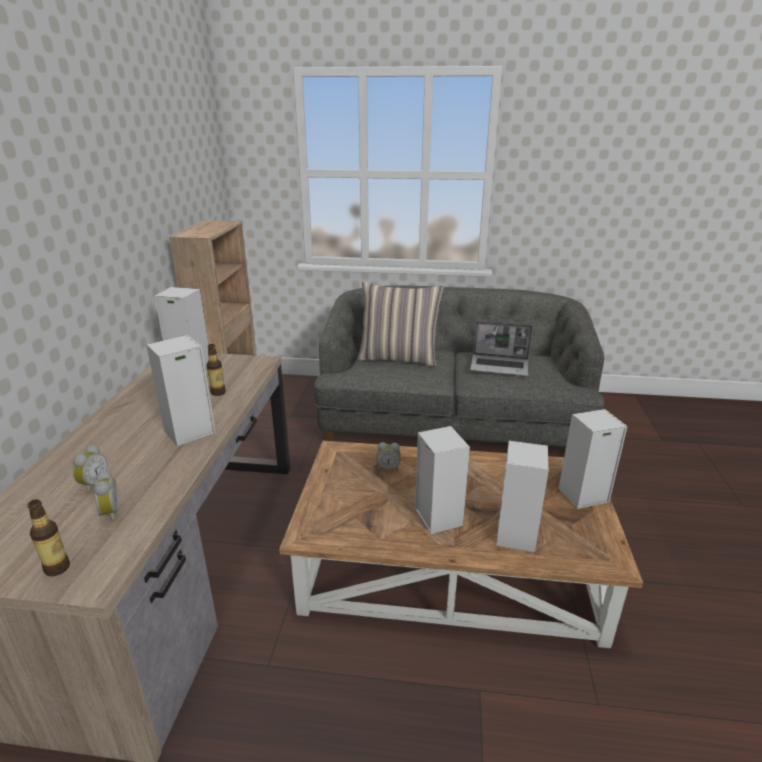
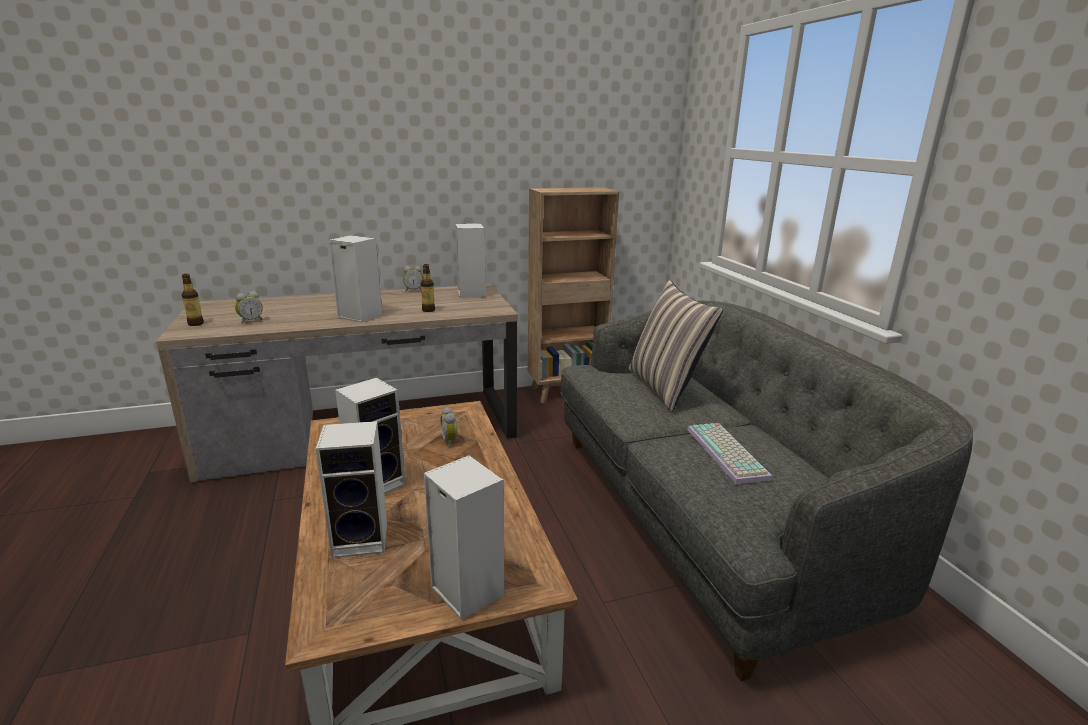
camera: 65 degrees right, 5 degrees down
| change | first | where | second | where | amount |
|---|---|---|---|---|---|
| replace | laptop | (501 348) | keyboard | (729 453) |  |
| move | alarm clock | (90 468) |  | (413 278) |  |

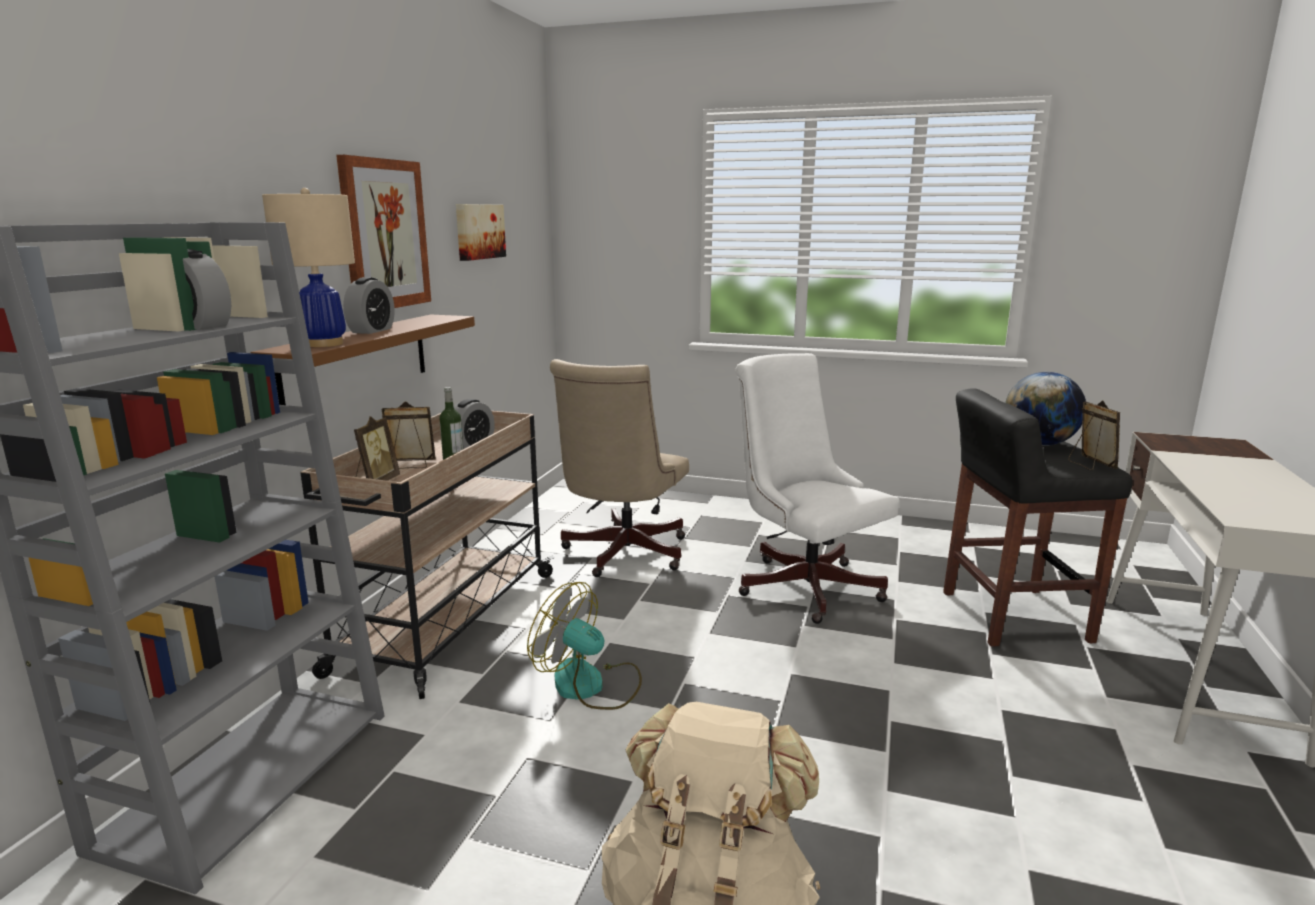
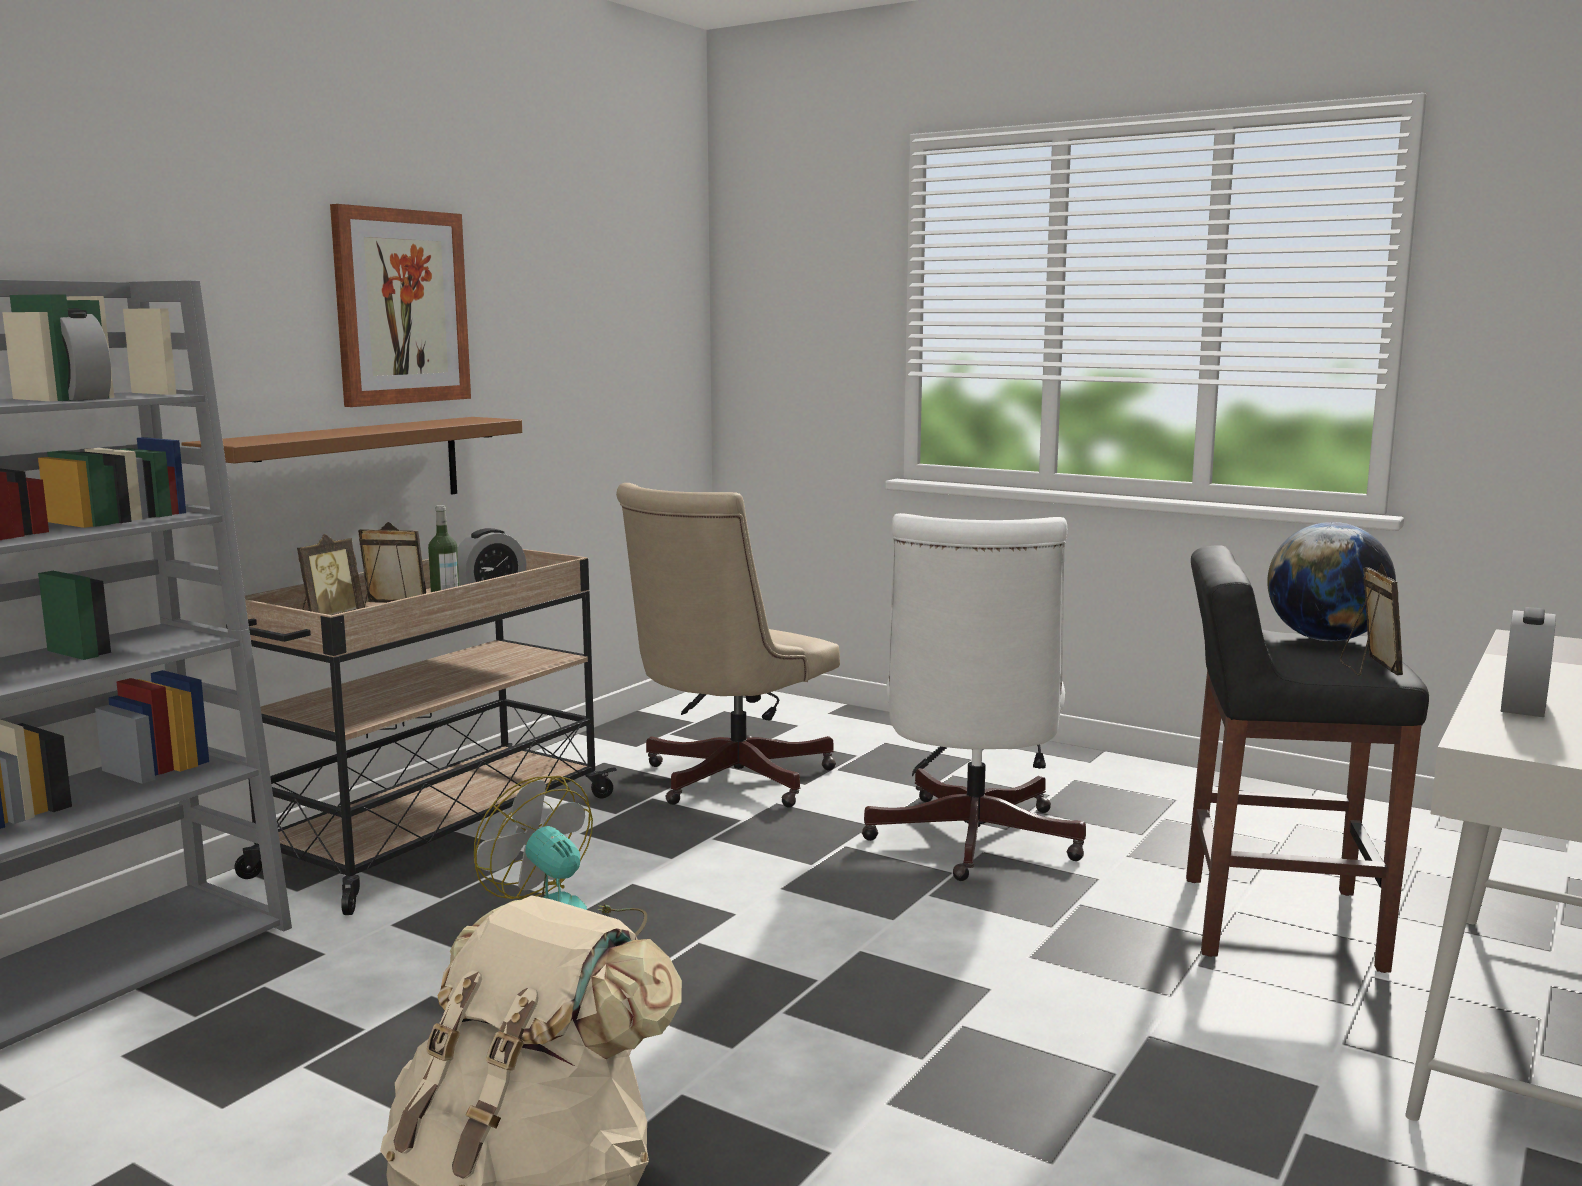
camera: 15 degrees right, 5 degrees down
| change | first | where | second | where | amount |
|---|---|---|---|---|---|
| delete | beige-coloured lamp for a table | (308 267) |  |  |  |
| delete | wall art | (481 232) |  |  |  |
| move | alarm clock | (369 305) |  | (1528 662) |  |
| rotate | whitish desk chair | (817 488) |  | (974 697) | 150 degrees counterclockwise |

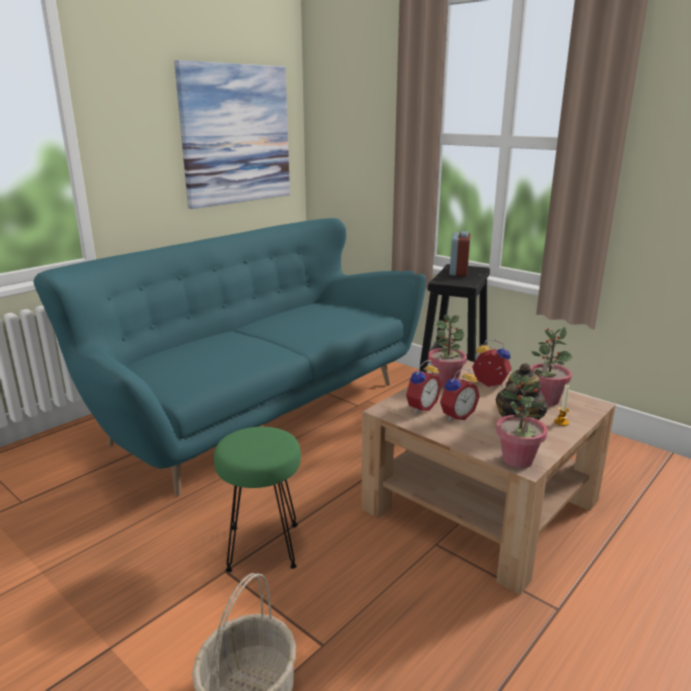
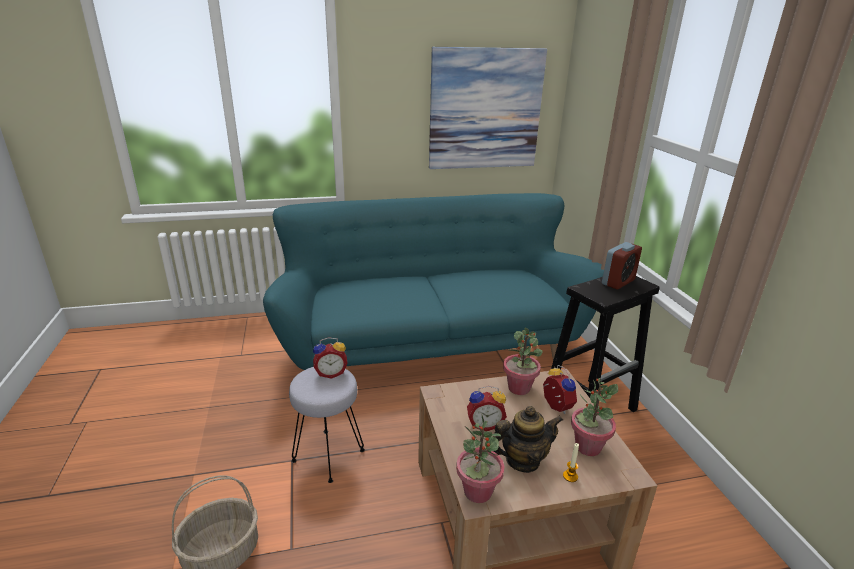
camera: 35 degrees right, 5 degrees up
| change | first | where | second | where | amount |
|---|---|---|---|---|---|
| move | alarm clock | (423 386) |  | (330 358) |  |
| recolor | green stool | (257 499) | grey stool | (327 425) |  |

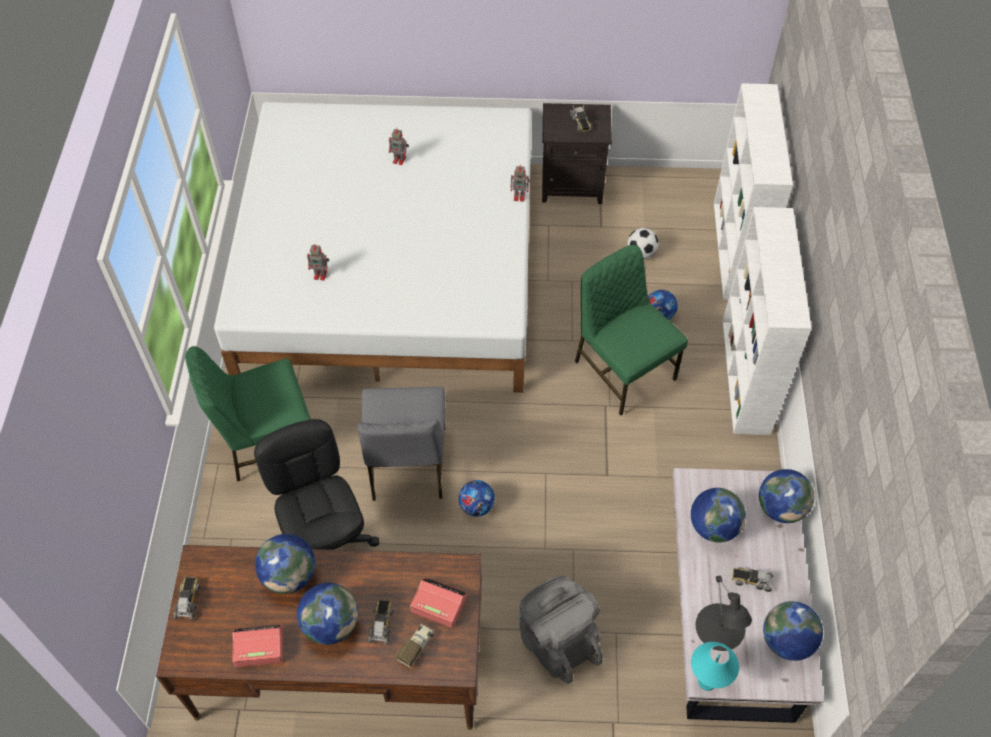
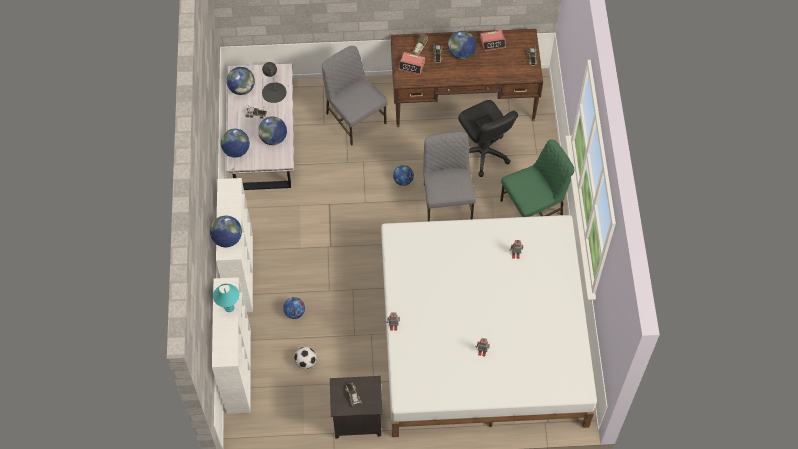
camera: 175 degrees right, 5 degrees up
| change | first | where | second | where | amount |
|---|---|---|---|---|---|
| delete | green chair | (631 330) |  |  |  |
| move | desk globe | (285 564) |  | (226 231) |  |
| replace | grey knapsack | (561 630) | grey chair | (355 96) |  |
| move | blue-green lamp for a table | (715 666) |  | (226 298) |  |

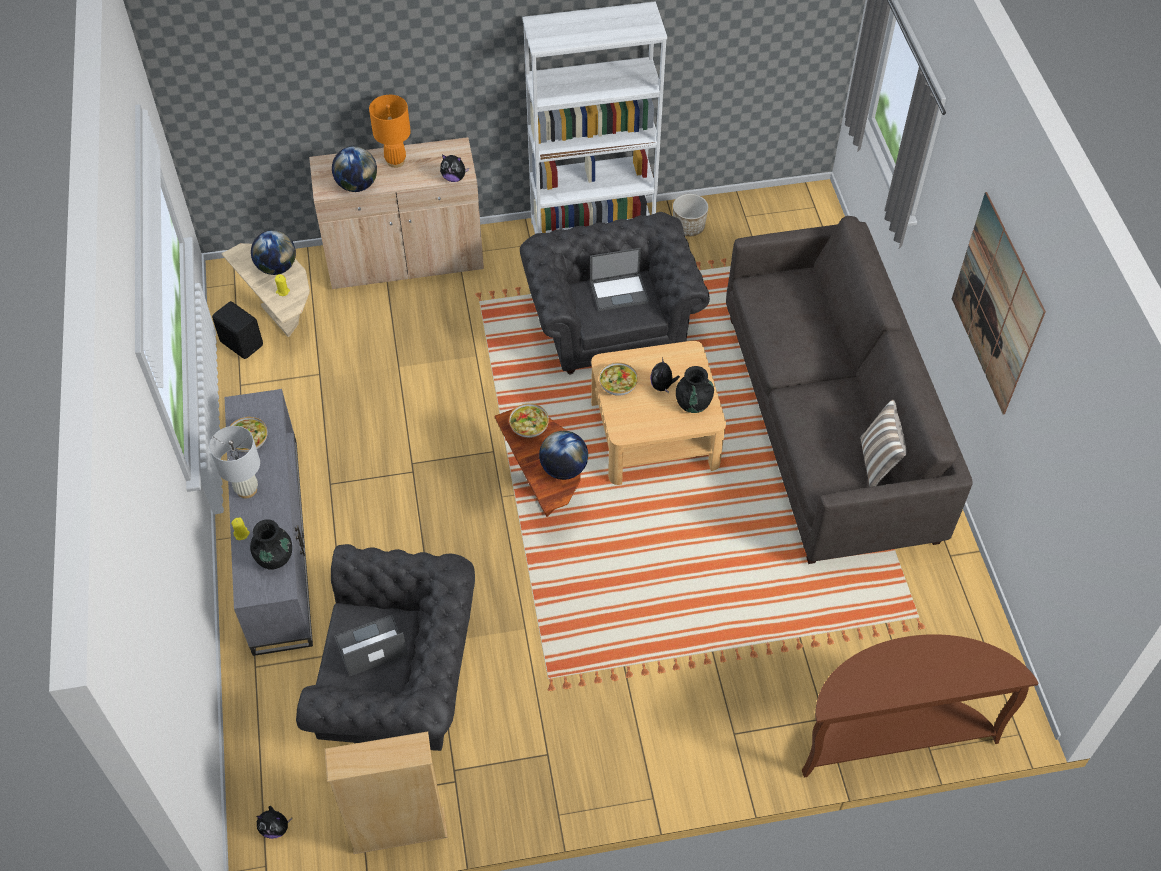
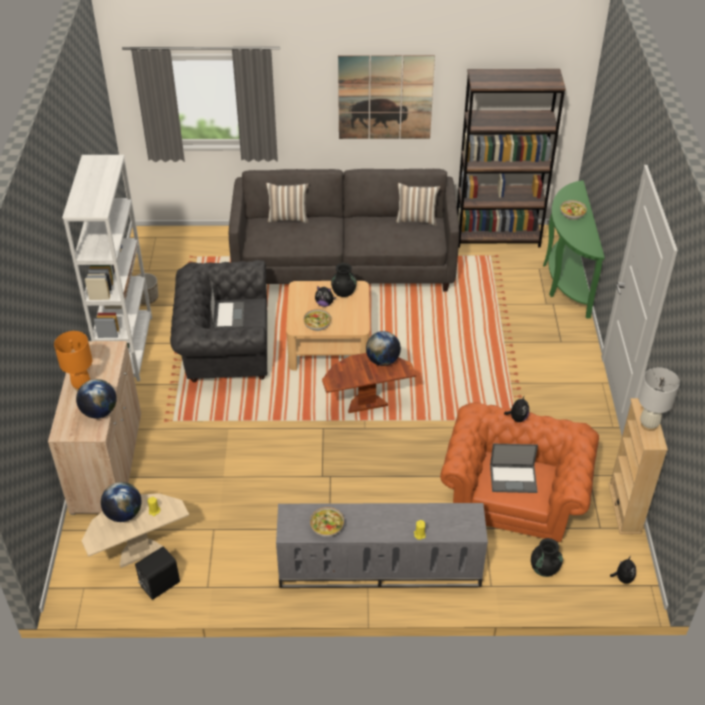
camera: 80 degrees left, 10 degrees down
| change | first | where | second | where | amount |
|---|---|---|---|---|---|
| move | soft toy | (454 168) |  | (516 408) |  |
| move | bowl | (529 420) |  | (573 210) |  |
| move | whitish lamp for a table | (234 462) |  | (659 399) |  |
| move | black-coloured decorative vase | (271 544) |  | (547 557) |  |
| recolor | grey lounge chair | (385 647) | orange-coloured lounge chair | (519 472) |  |
| rotate | laptop | (371 646) |  | (514 468) | 75 degrees counterclockwise |
| recolor | brown-coloured narrow table | (920 706) | green narrow table | (574 249) |  |
| insert |  |  | brown-coloured bookcase | (511 158) |  |
| insert |  |  | pillow | (287 203) |  |

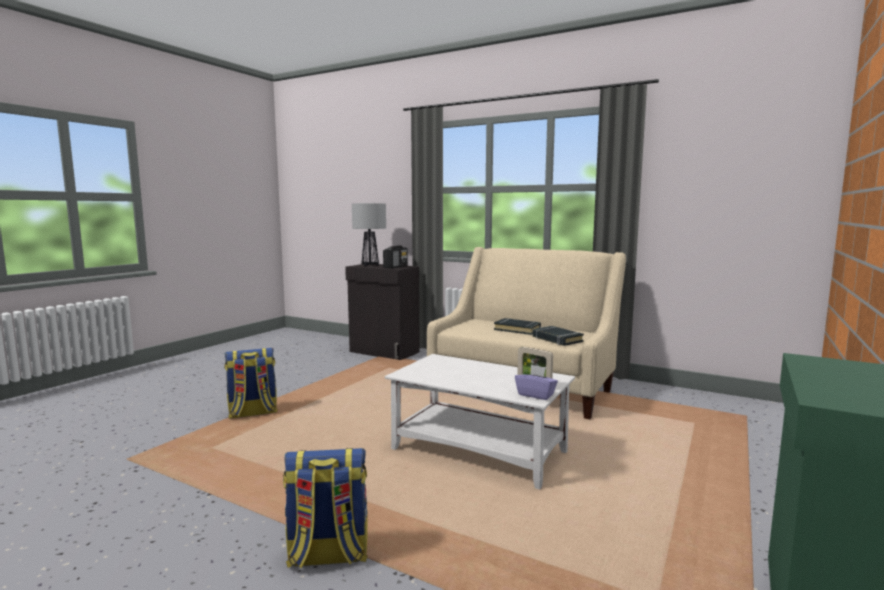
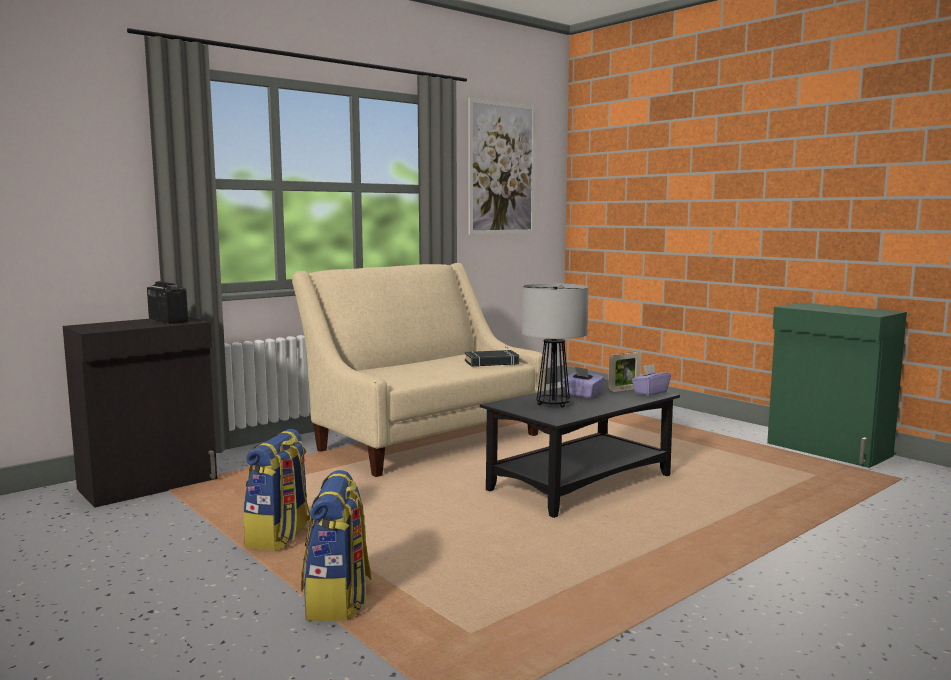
camera: 70 degrees left, 0 degrees up
| change | first | where | second | where | amount |
|---|---|---|---|---|---|
| move | lamp for a table | (369 235) |  | (555 345) |  |
| delete | black-coloured bound book | (517 326) |  |  |  |
| recolor | whitish coffee table | (480 422) | black-coloured coffee table | (580 448) |  |
| move | knapsack | (325 508) |  | (278 490) |  |
| insert |  |  | wall art | (501 166) |  |
| insert |  |  | purple tissue holder | (583 382) |  |

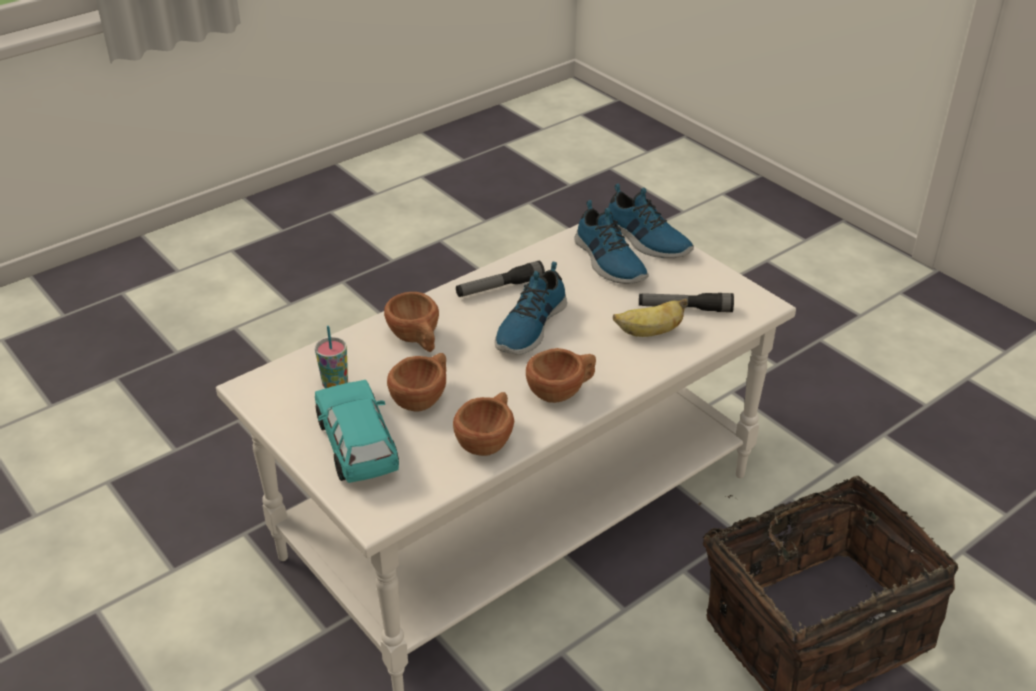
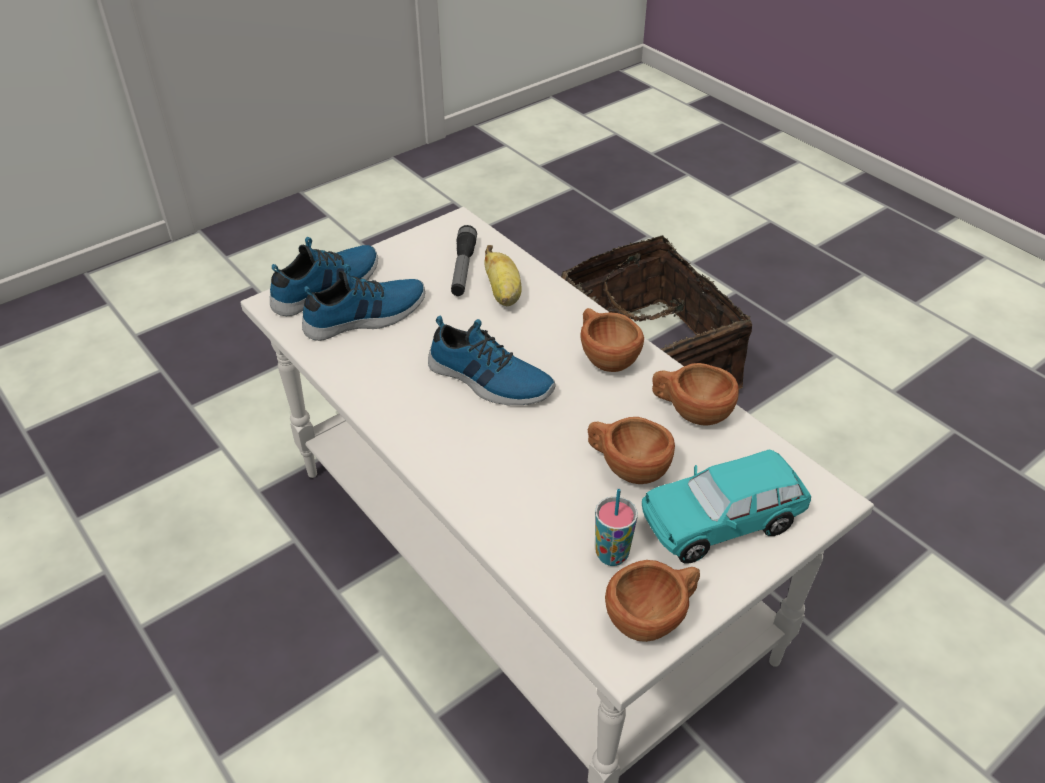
camera: 90 degrees left, 5 degrees up
| change | first | where | second | where | amount |
|---|---|---|---|---|---|
| delete | hand torch | (500 279) |  |  |  |
| move | brown-coloured cup | (411 322) |  | (652 601) |  |

